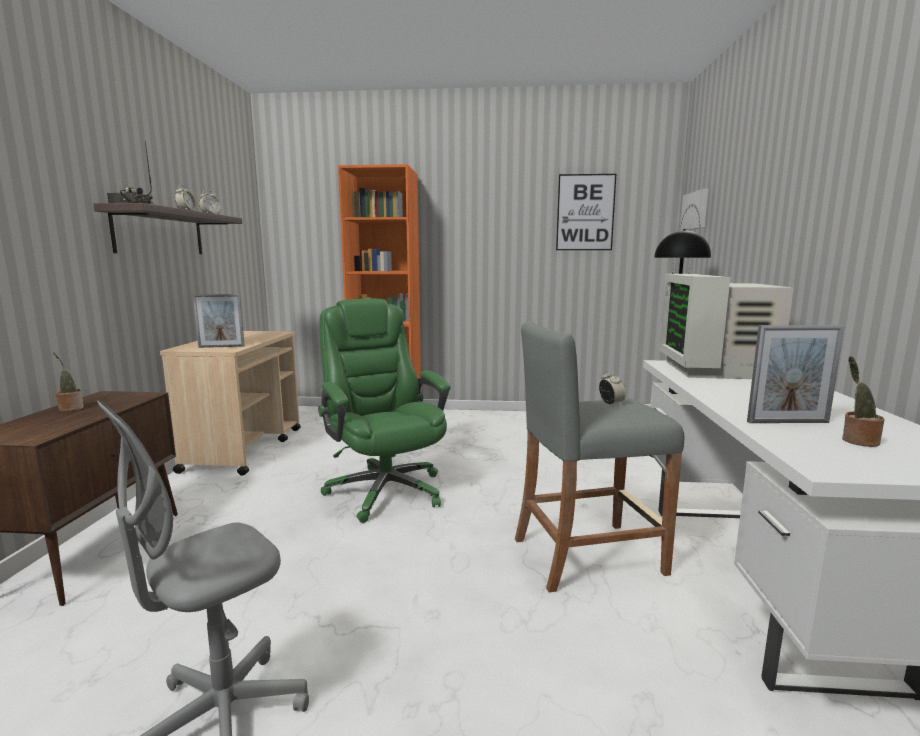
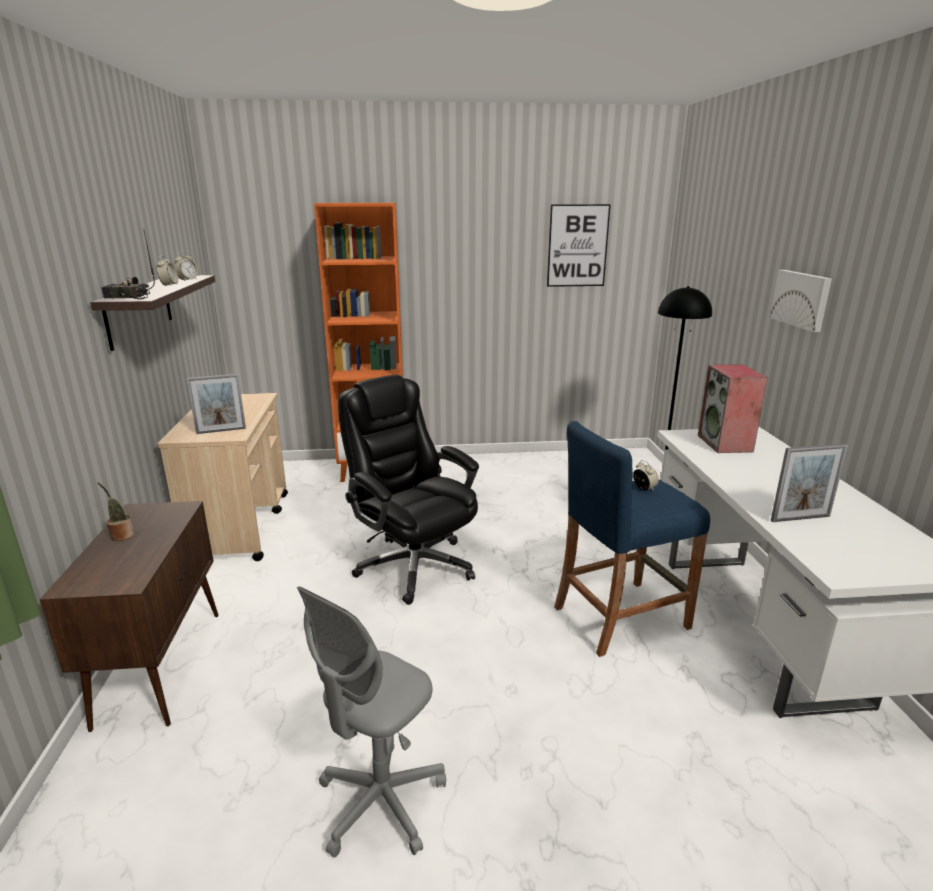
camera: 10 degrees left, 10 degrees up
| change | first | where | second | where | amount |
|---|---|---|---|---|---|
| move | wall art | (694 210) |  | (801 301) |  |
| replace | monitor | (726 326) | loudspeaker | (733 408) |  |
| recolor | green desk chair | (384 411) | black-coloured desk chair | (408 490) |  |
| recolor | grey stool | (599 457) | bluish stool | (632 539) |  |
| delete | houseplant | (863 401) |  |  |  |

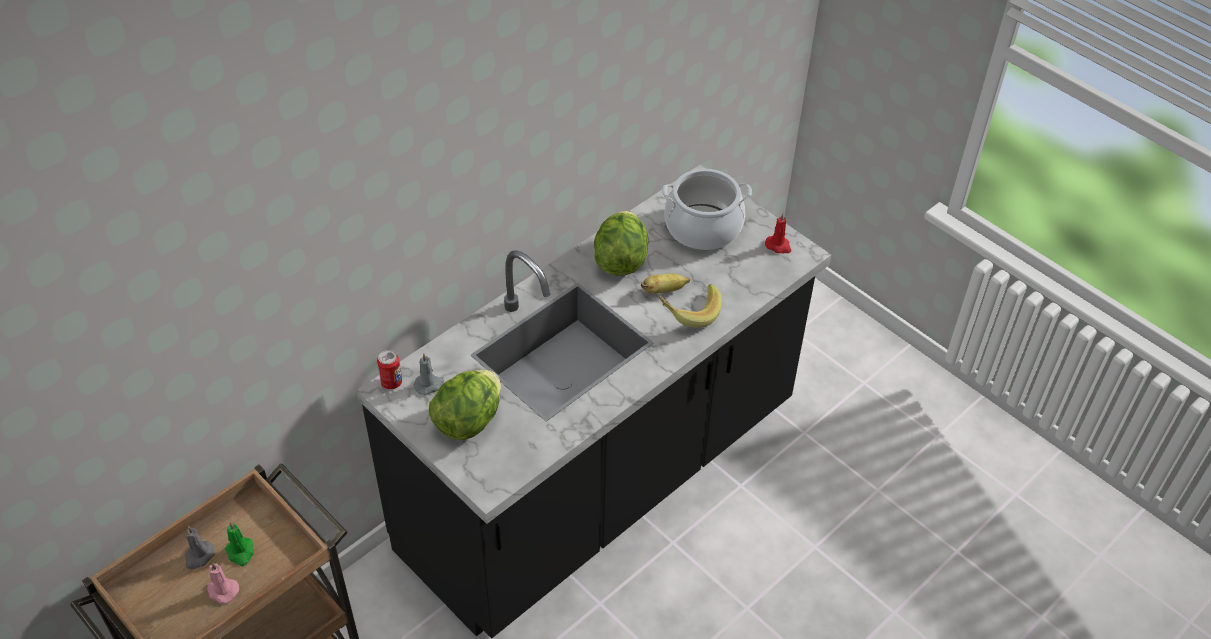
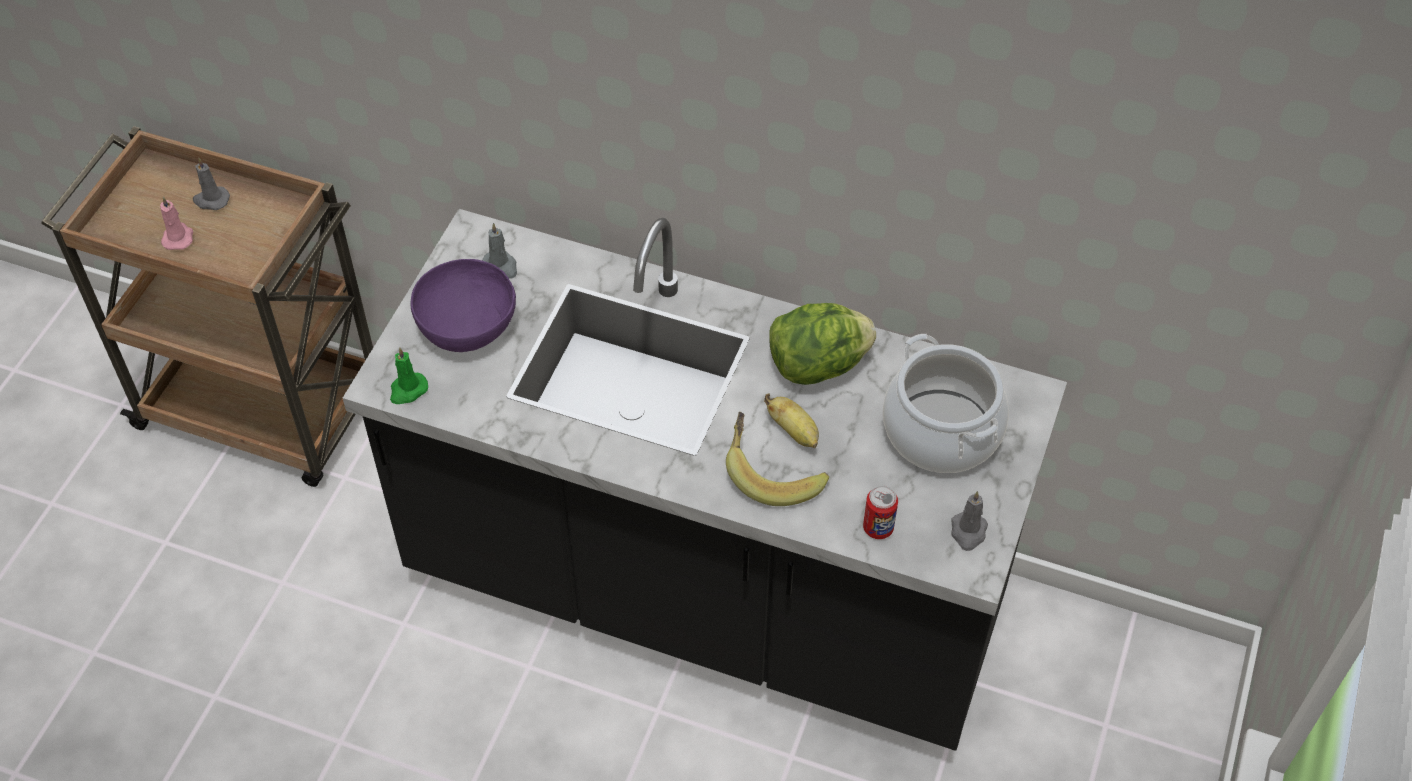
camera: 65 degrees right, 5 degrees up
| change | first | where | second | where | amount |
|---|---|---|---|---|---|
| recolor | red candle | (778 233) | grey candle | (969 521) |  |
| move | sealed can | (389 369) |  | (880 512) |  |
| replace | lettuce | (465 405) | purple bowl | (463 305) |  |
| move | green candle | (239 544) |  | (409 375) |  |

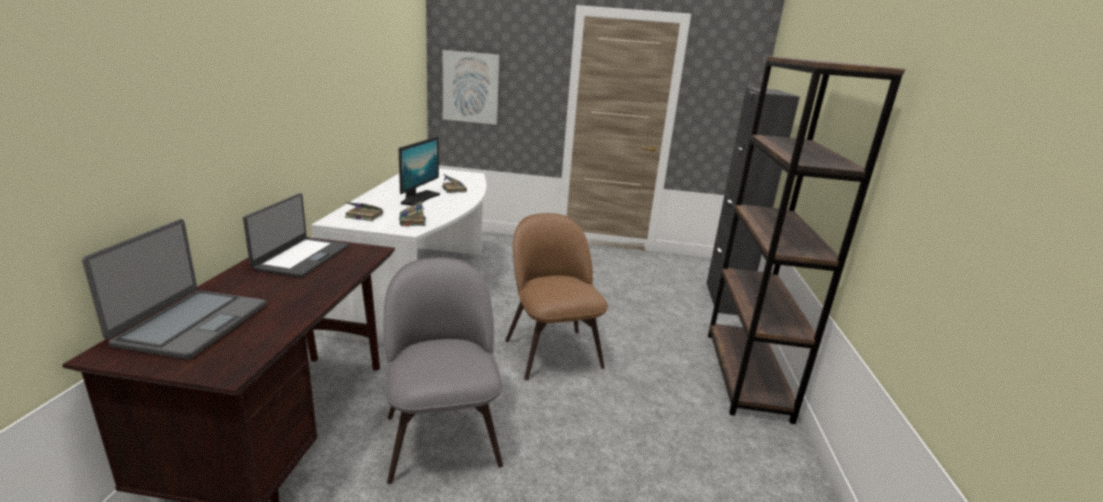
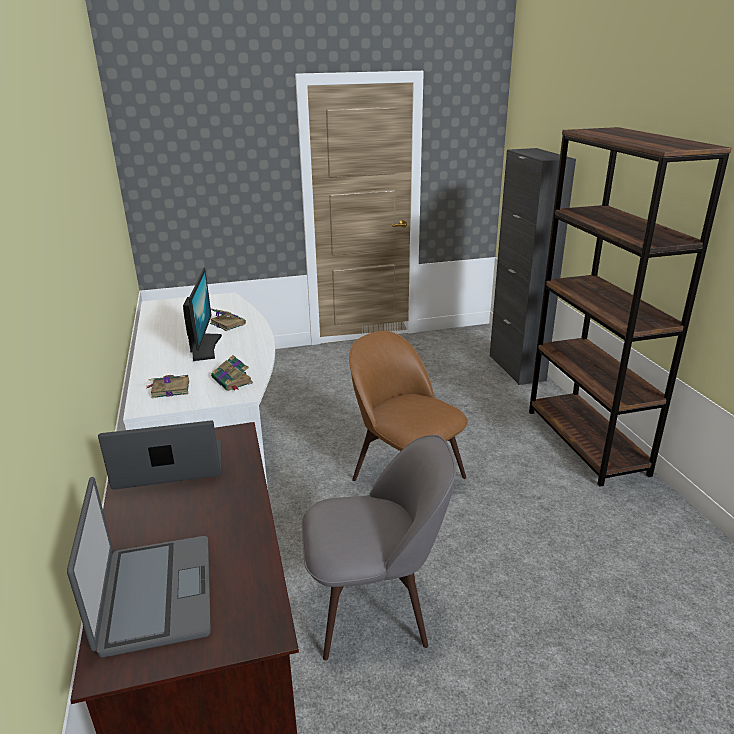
camera: 20 degrees left, 5 degrees up
| change | first | where | second | where | amount |
|---|---|---|---|---|---|
| delete | wall art | (471 87) |  |  |  |
| rotate | laptop | (296 235) |  | (159 455) | 90 degrees counterclockwise |
| rotate | grey chair | (443 371) |  | (379 548) | 120 degrees clockwise |

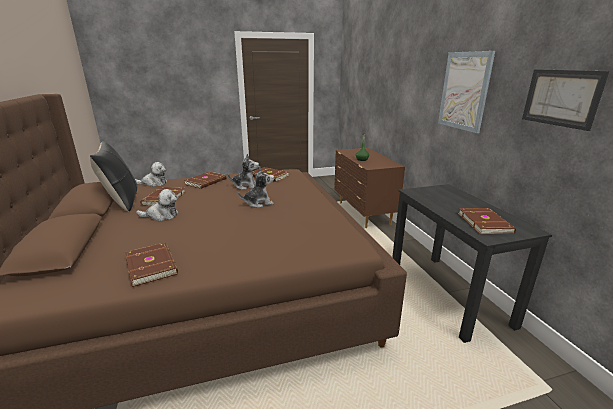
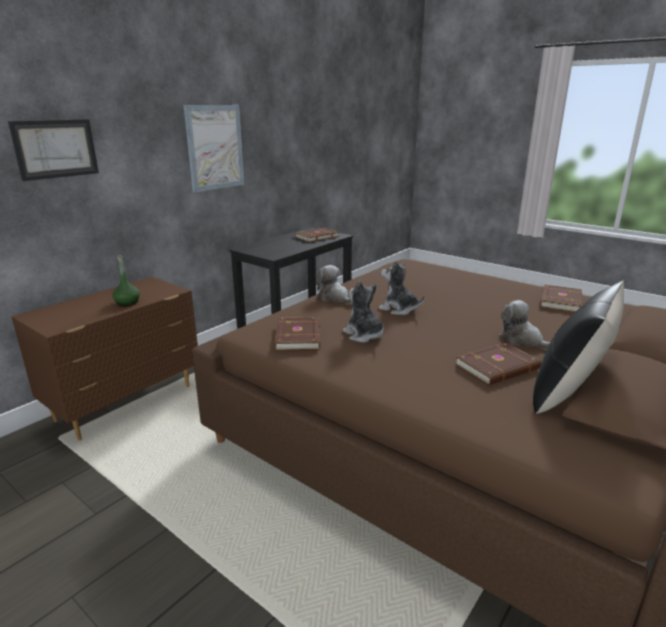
camera: 125 degrees left, 0 degrees up
| change | first | where | second | where | amount |
|---|---|---|---|---|---|
| move | wall art | (565 100) |  | (53 150) |  |
| move | soft toy | (151 174) |  | (334 285) |  |
| delete | brown-coloured bound book | (205 180) |  |  |  |

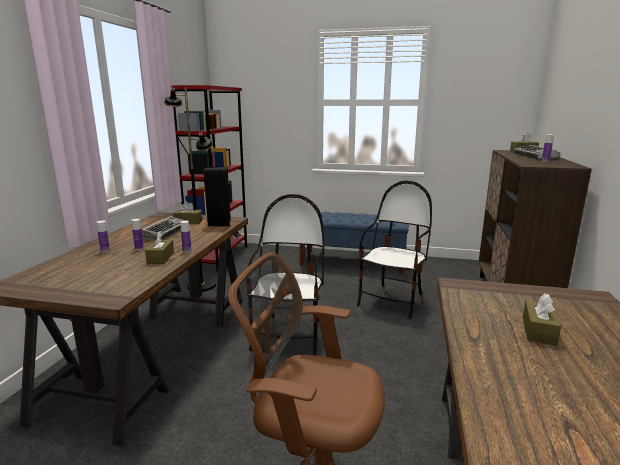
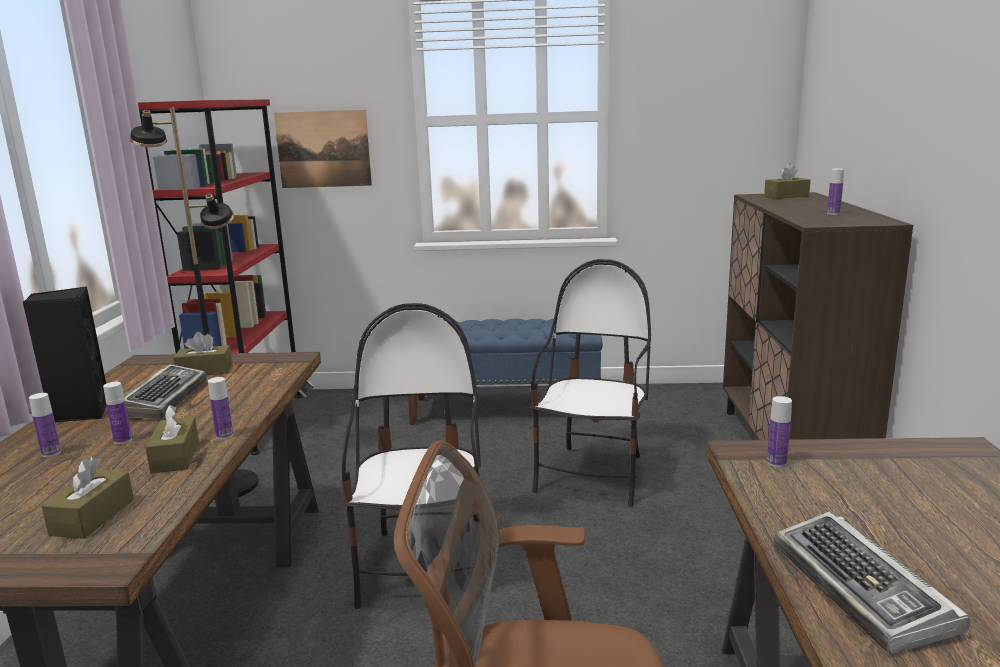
camera: 10 degrees left, 0 degrees up
| change | first | where | second | where | amount |
|---|---|---|---|---|---|
| move | keyboard | (537 152) |  | (872 583) |  |
| move | black-coloured loudspeaker | (217 196) |  | (64 354) |  |
| move | brown-coloured tissue holder | (542 319) |  | (88 498) |  |
| insert |  |  | wall art | (323 149) |  |
| insert |  |  | beverage bottle | (779 431) |  |

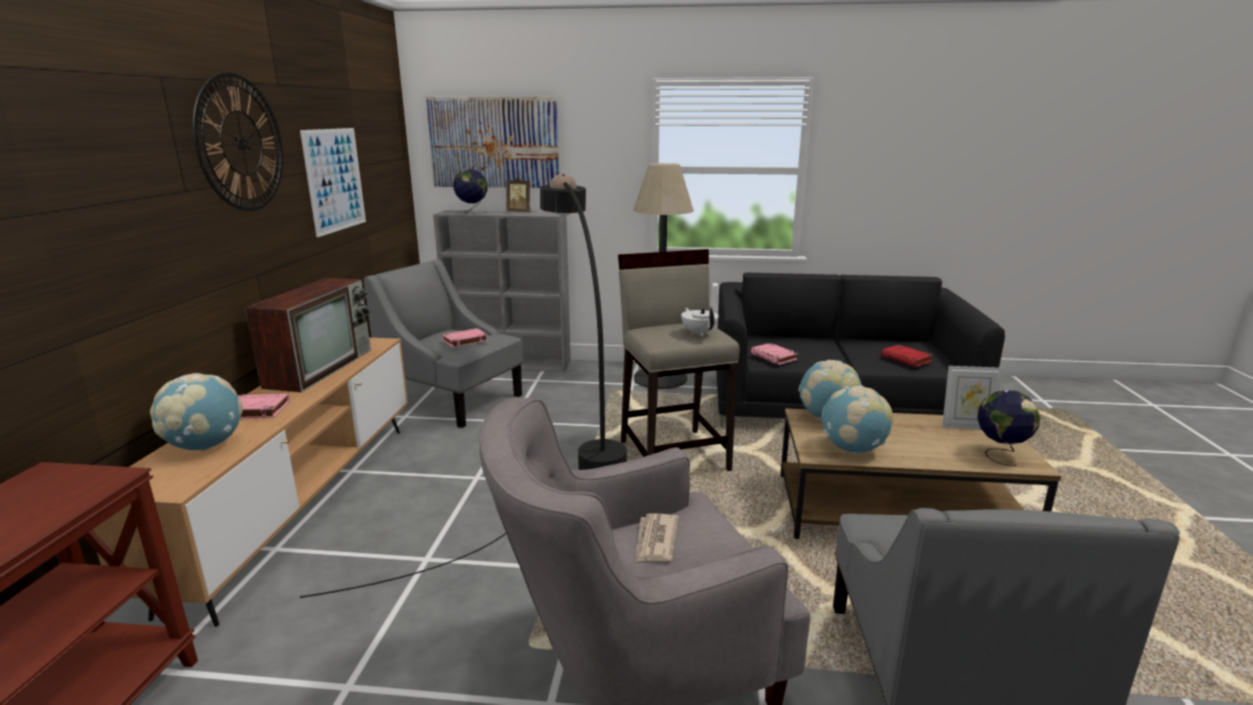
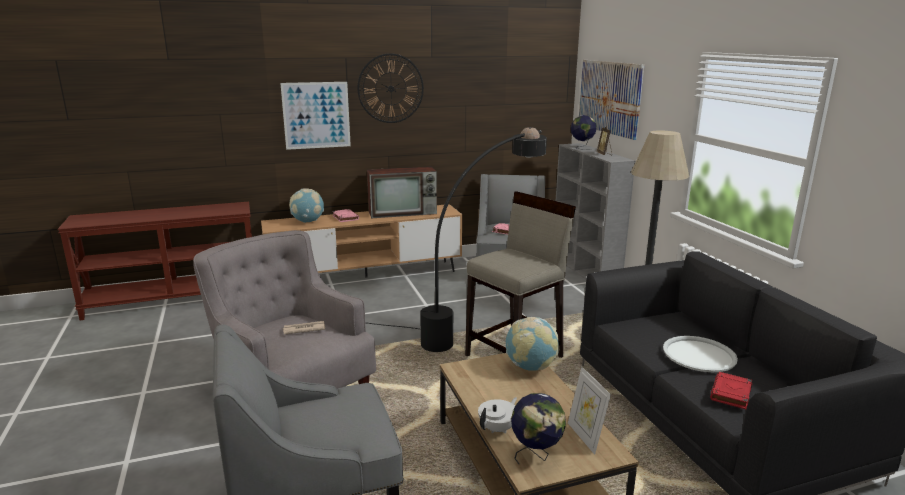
camera: 65 degrees right, 0 degrees up
| change | first | where | second | where | amount |
|---|---|---|---|---|---|
| move | wall art | (333 182) |  | (315 116) |  |
| move | whitish tea pot | (700 321) |  | (497 415) |  |
| delete | pink bound book | (774 354) |  |  |  |
| delete | desk globe | (857 419) |  |  |  |
| insert |  |  | whitish serving tray | (700 354) |  |

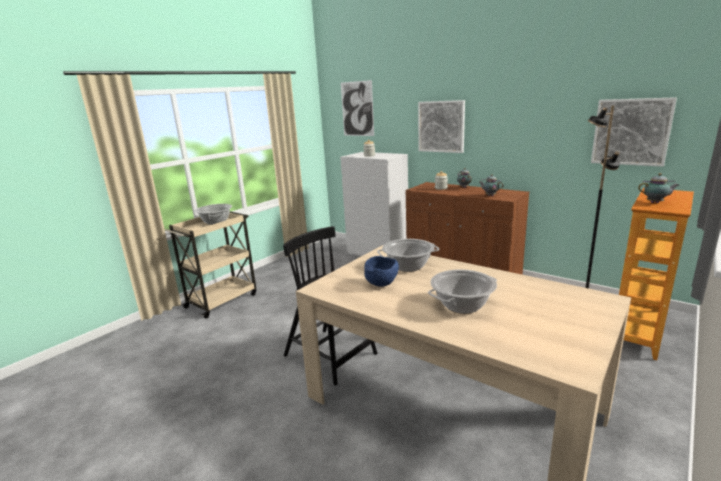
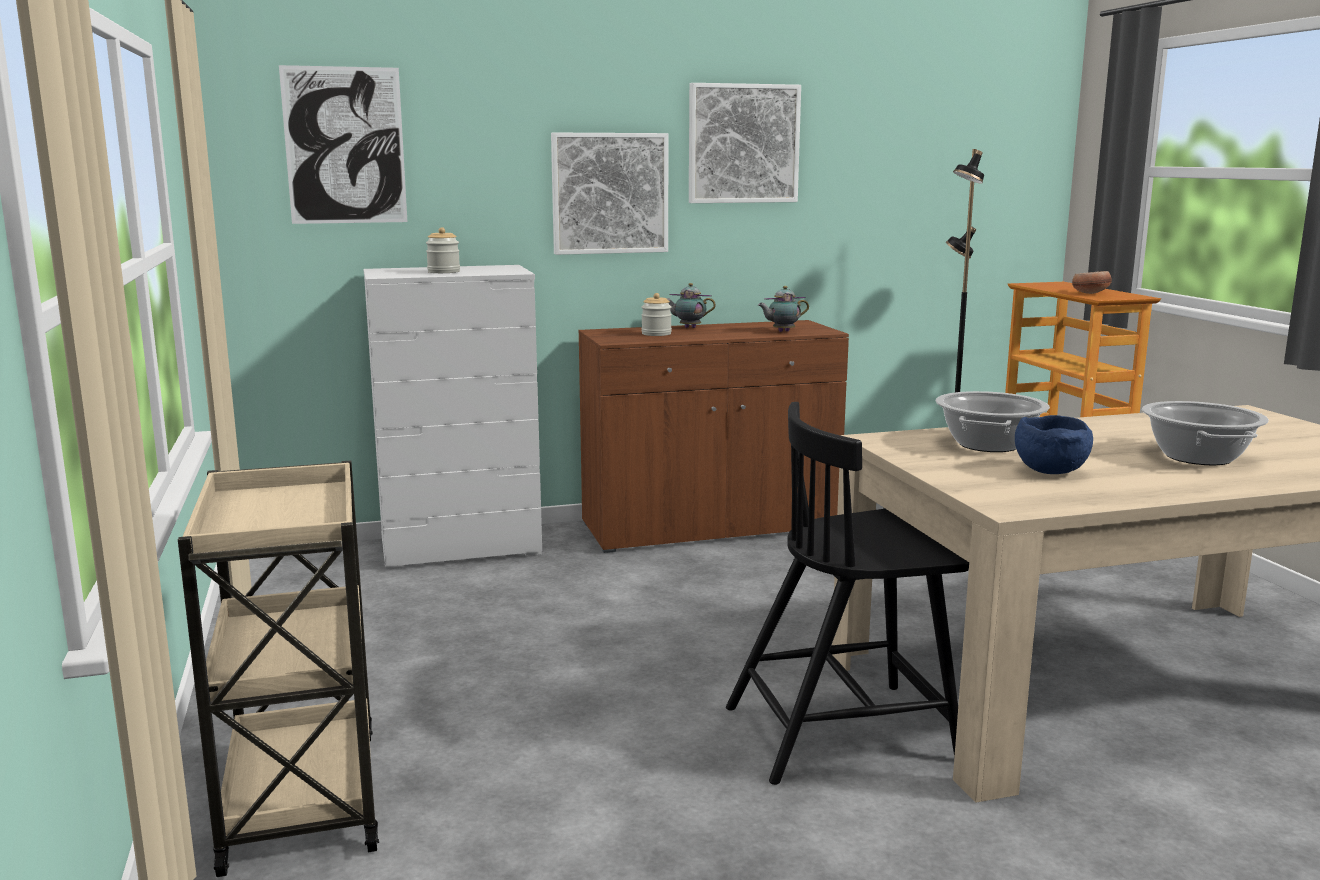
camera: 55 degrees left, 5 degrees down
| change | first | where | second | where | amount |
|---|---|---|---|---|---|
| move | wall art | (634 132) |  | (745 143) |  |
| replace | tea pot | (658 188) | bowl | (1092 282) |  |
| delete | saucepot | (213 214) |  |  |  |

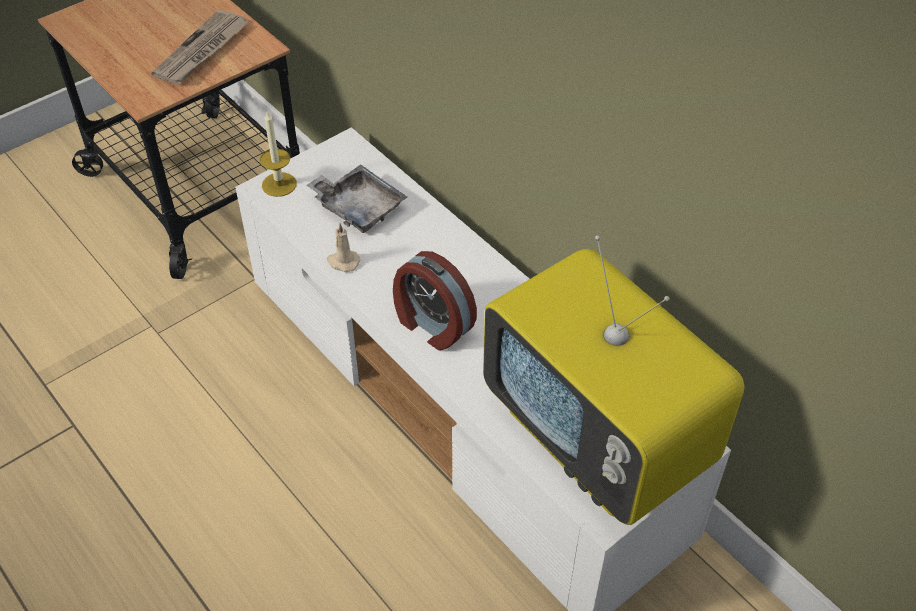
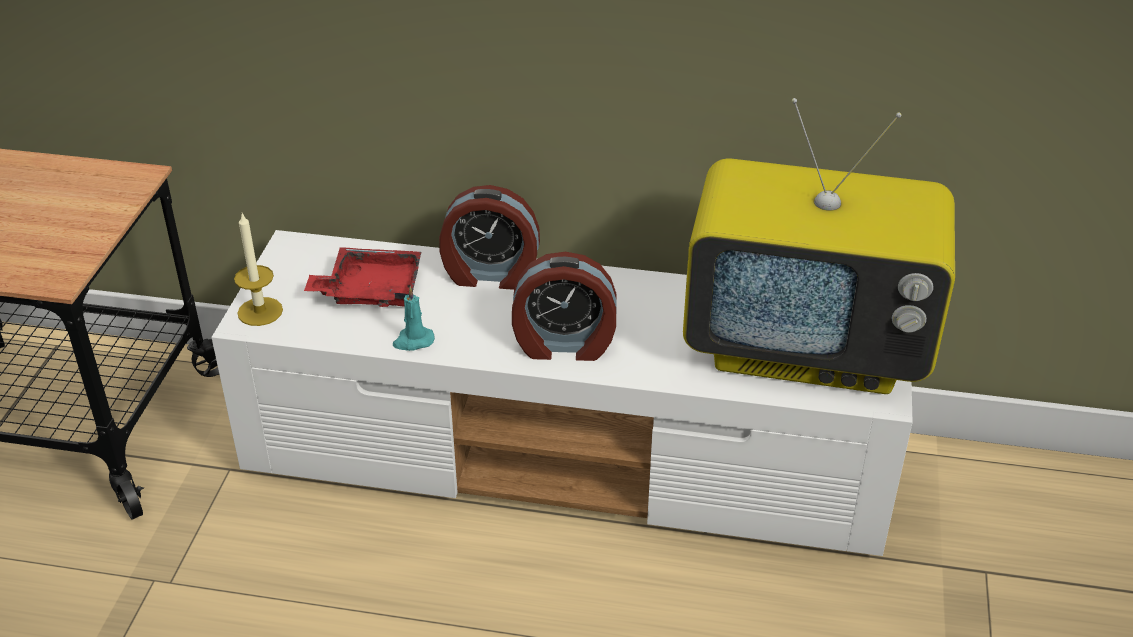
camera: 40 degrees left, 10 degrees down
| change | first | where | second | where | amount |
|---|---|---|---|---|---|
| delete | printed paper | (200 47) |  |  |  |
| recolor | grey serving tray | (356 198) | red serving tray | (362 277) |  |
| recolor | beige-coloured candle | (343 247) | blue-green candle | (414 319) |  |
| insert |  |  | alarm clock | (489 237) |  |

